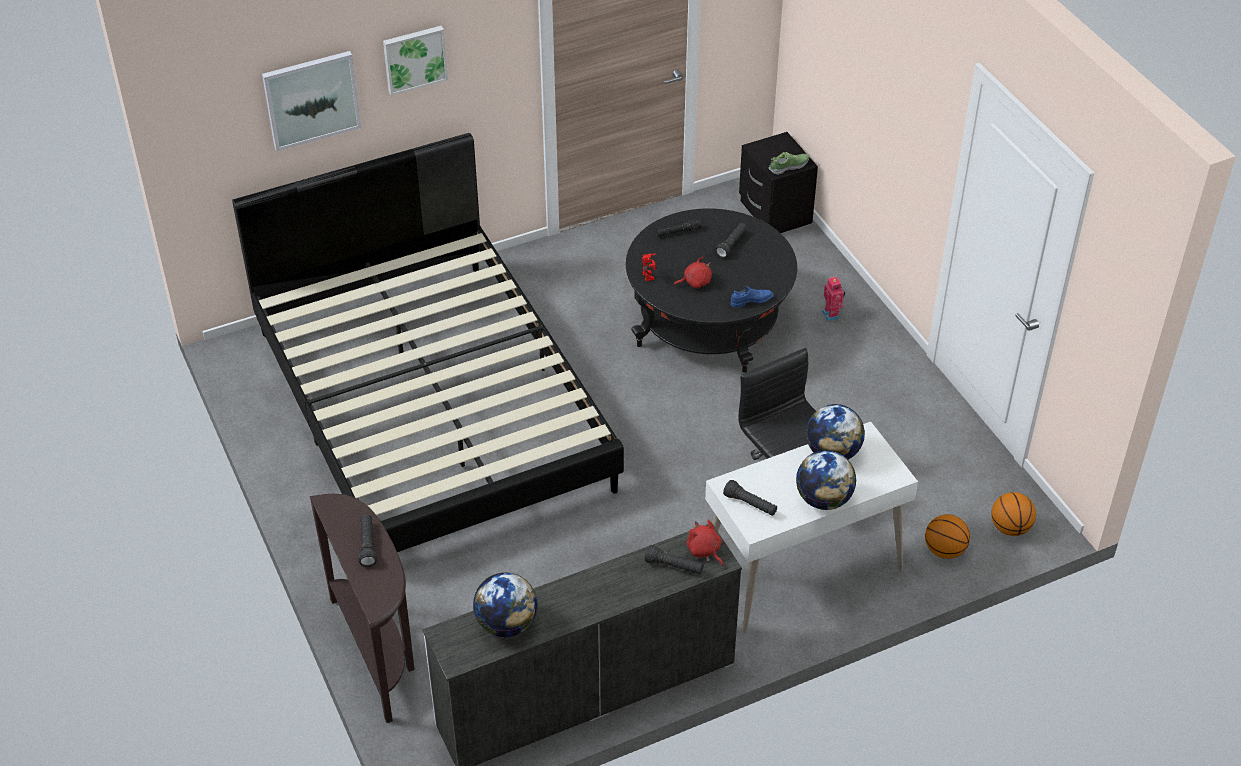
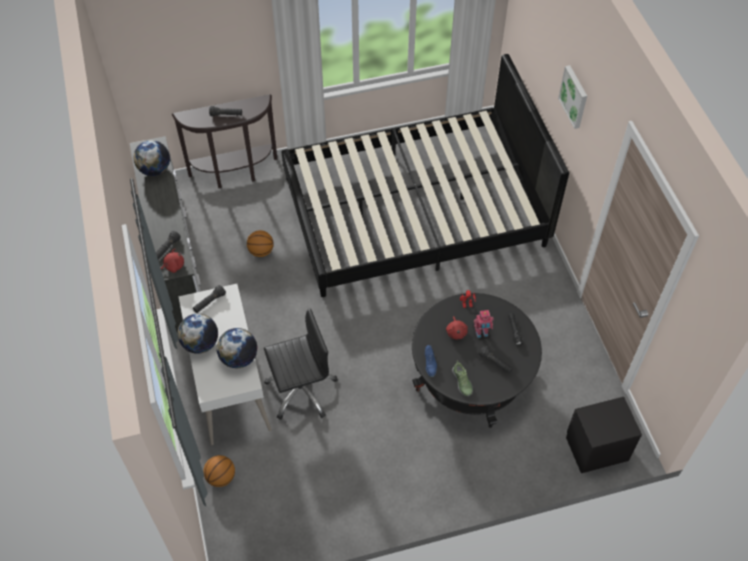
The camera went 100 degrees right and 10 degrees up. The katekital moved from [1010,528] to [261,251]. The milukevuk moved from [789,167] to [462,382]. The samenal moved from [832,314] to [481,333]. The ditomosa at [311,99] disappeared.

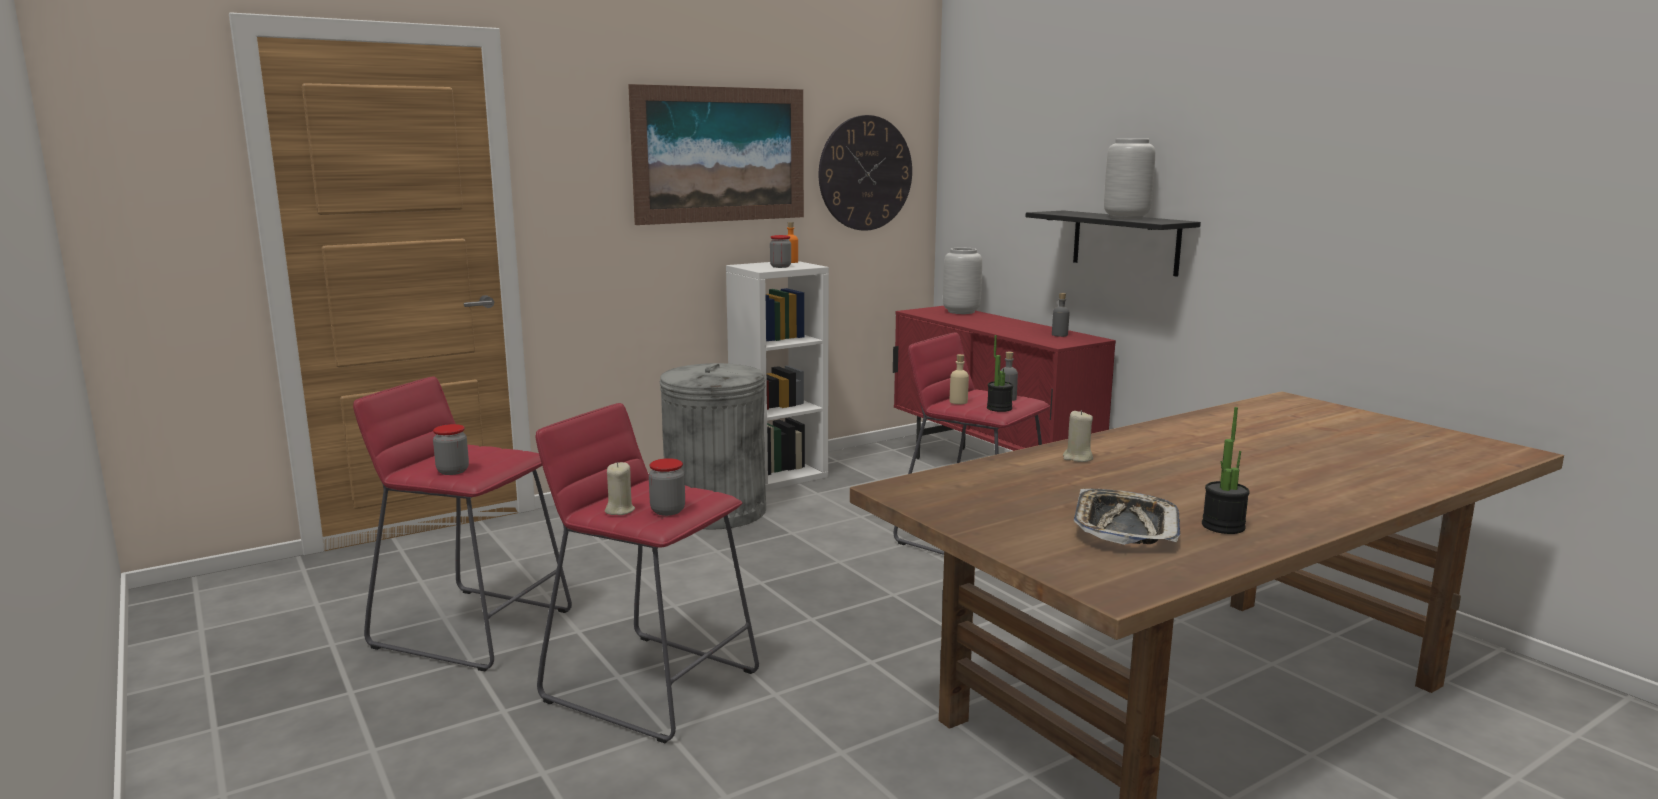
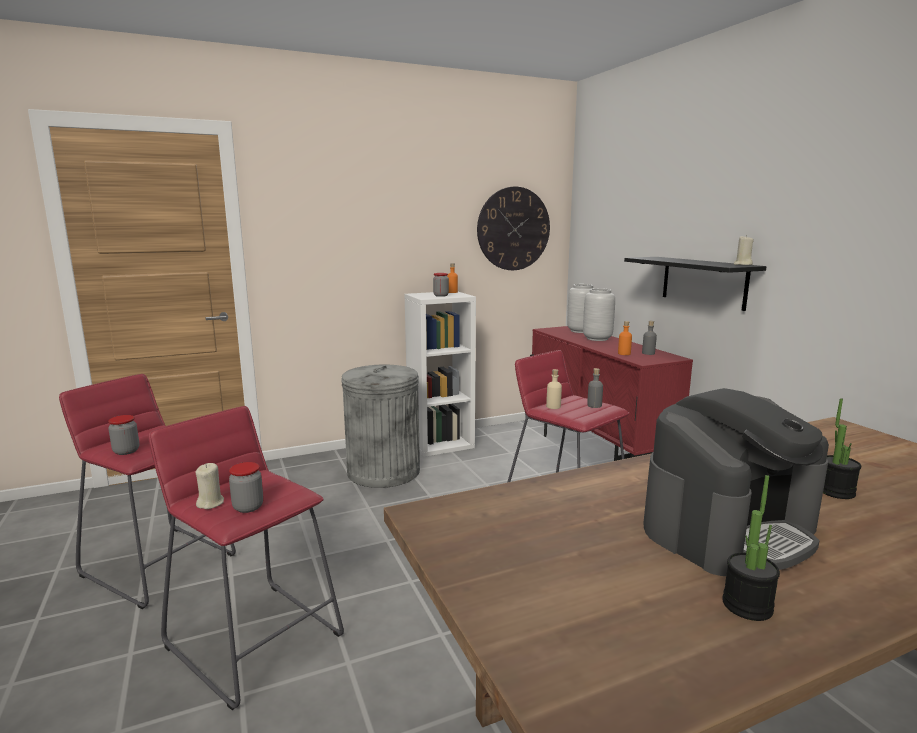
The camera went 10 degrees right and 0 degrees up. The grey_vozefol moved from [1127,217] to [597,339]. The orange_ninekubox at [624,353] appeared. The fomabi at [728,528] appeared. The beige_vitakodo moved from [1077,458] to [742,264]. The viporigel moved from [999,408] to [836,491]. The ditomosa at [720,155] disappeared. The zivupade at [1124,527] disappeared.

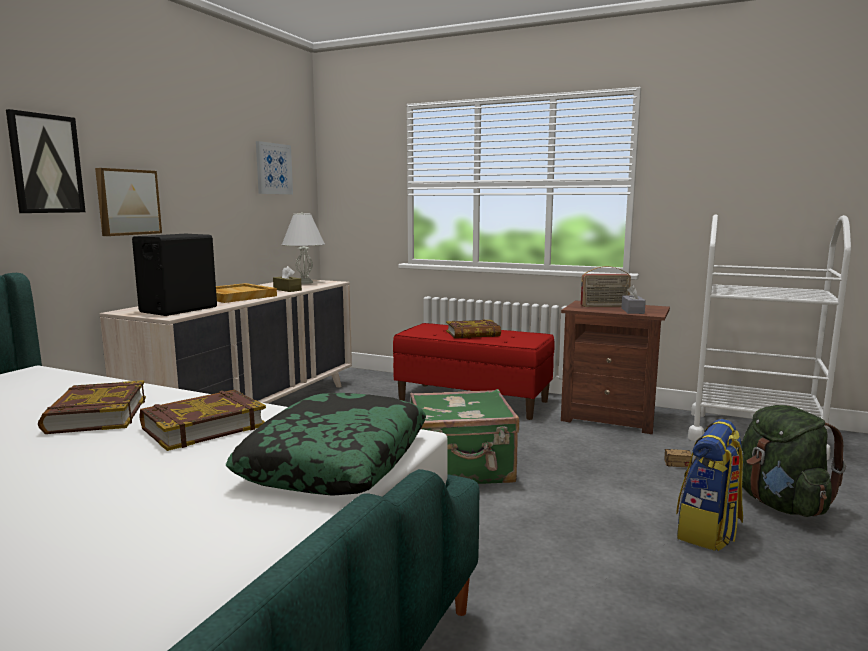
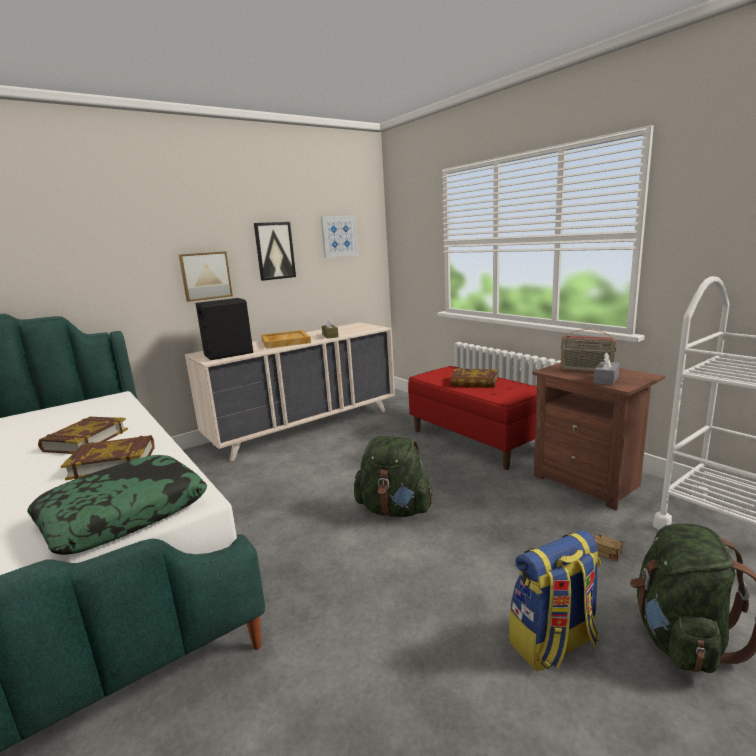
The camera went 30 degrees right and 5 degrees up. The ditomosa moved from [46,164] to [274,251]. The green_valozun at [462,469] was replaced by the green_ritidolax at [394,510]. The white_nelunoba at [305,282] disappeared.

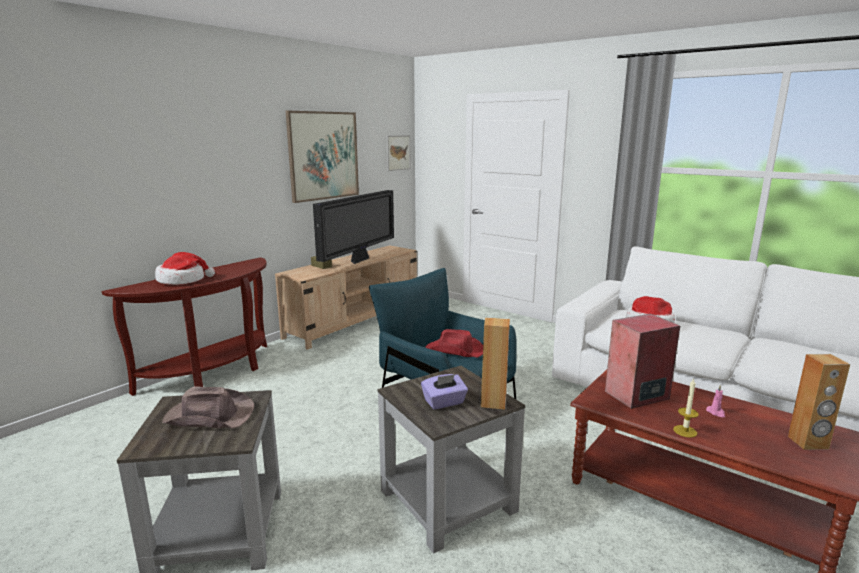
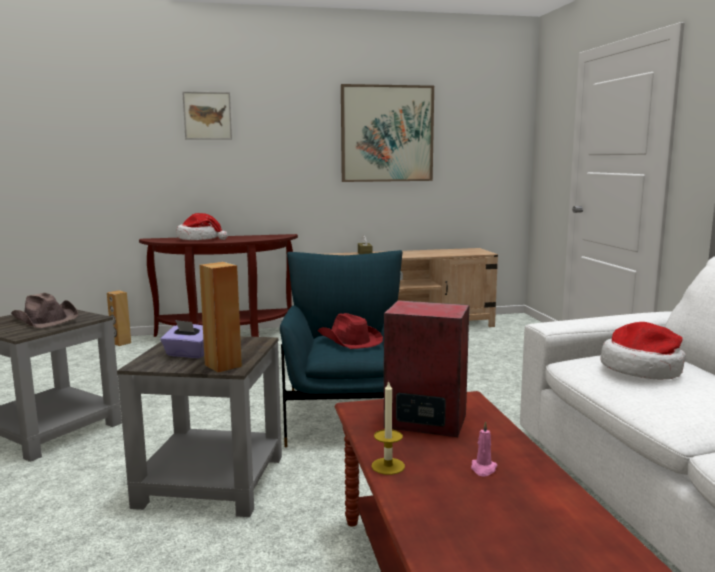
The camera went 40 degrees right and 5 degrees down. The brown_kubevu moved from [808,443] to [121,343]. The ditomosa moved from [398,152] to [207,115]. The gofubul at [360,260] disappeared.

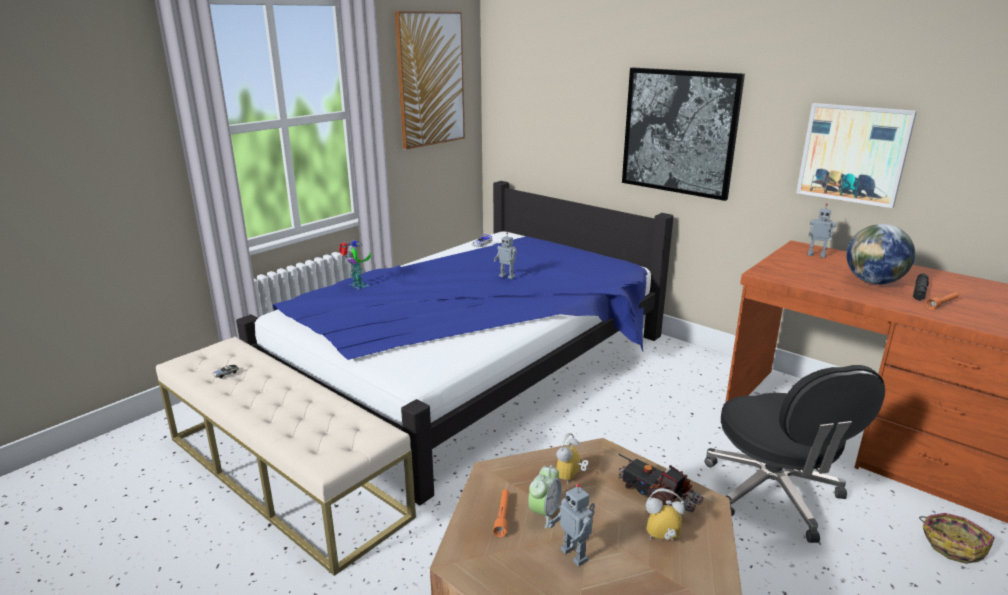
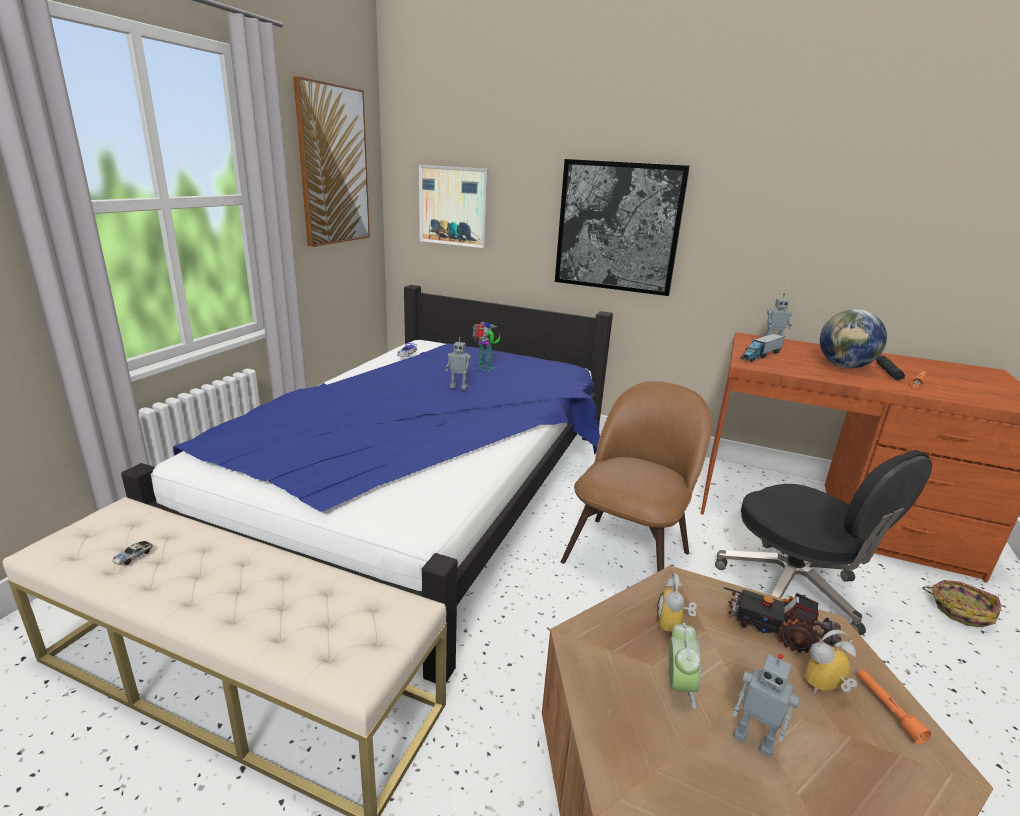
The camera went 20 degrees left and 0 degrees up. The ditomosa moved from [853,154] to [454,206]. The samenal moved from [357,286] to [485,369]. The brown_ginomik at [628,554] appeared. The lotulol at [760,355] appeared. The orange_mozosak moved from [502,516] to [887,710].

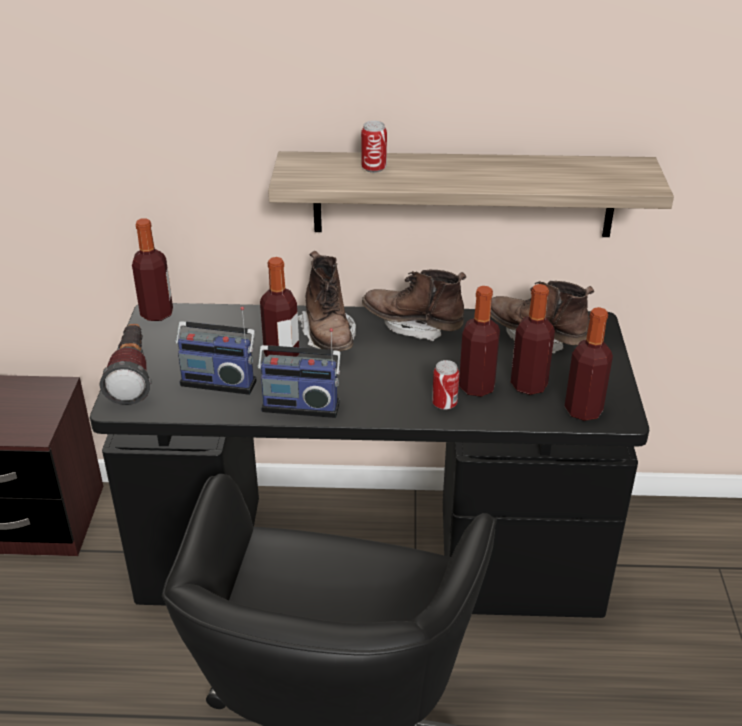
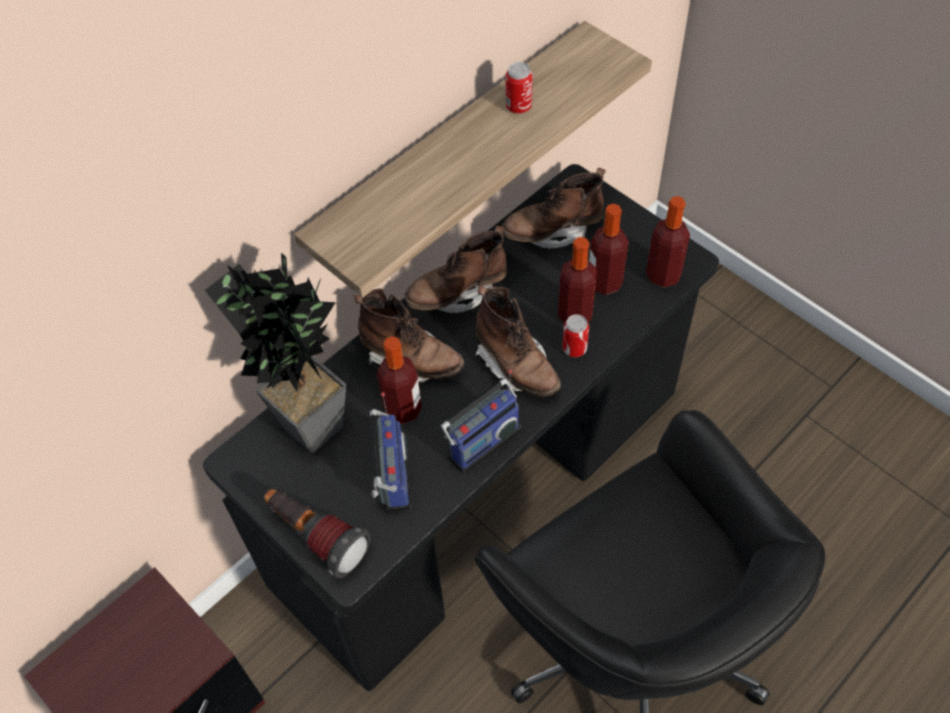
The camera went 45 degrees left and 20 degrees up. The viporigel at [311,417] appeared. The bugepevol at [219,381] turned 60 degrees counterclockwise. The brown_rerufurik at [516,365] appeared. The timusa moved from [374,168] to [518,107]. The ninekubox at [157,313] disappeared.

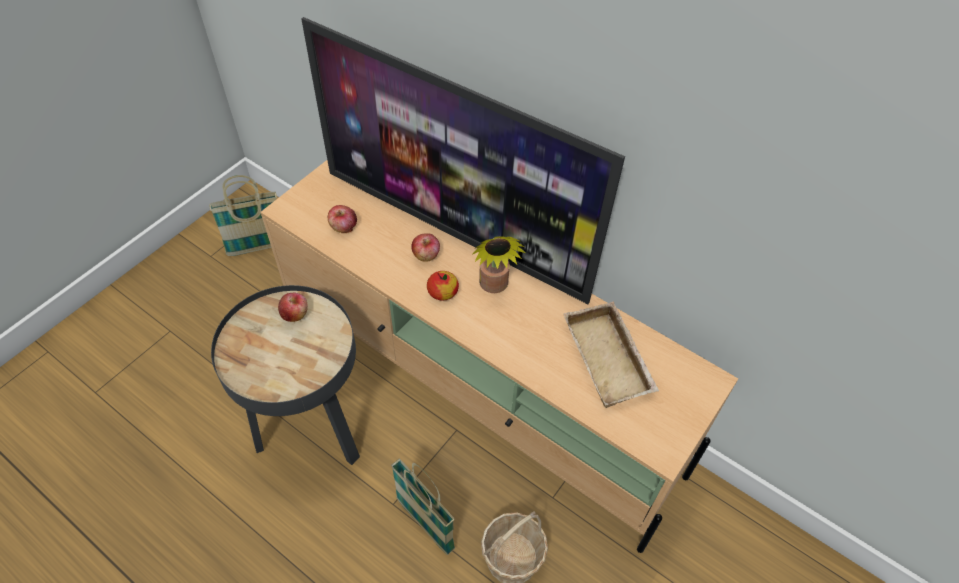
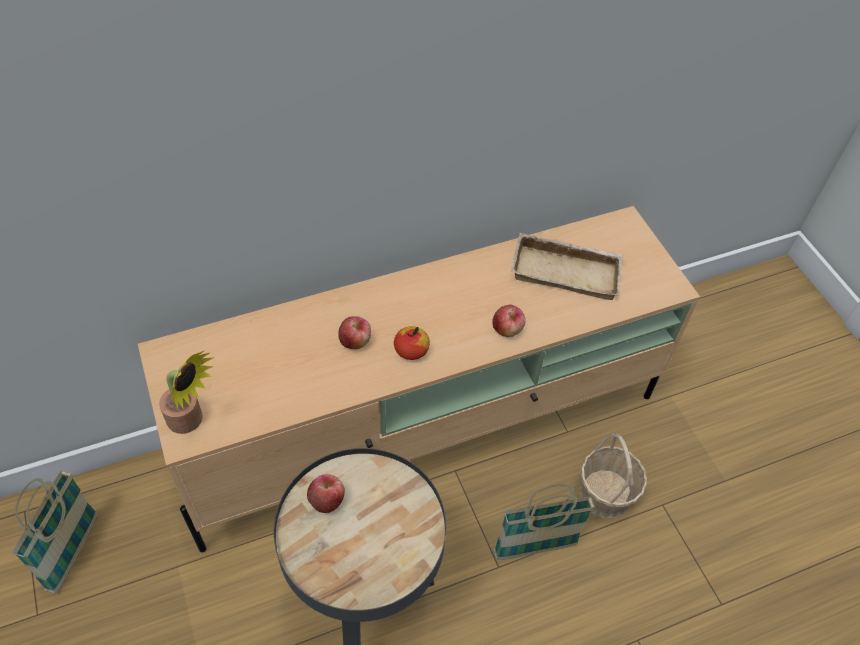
The camera went 60 degrees left and 0 degrees up. The viporigel moved from [494,287] to [191,421]. The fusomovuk moved from [343,227] to [507,329]. The gofubul at [455,232] disappeared.

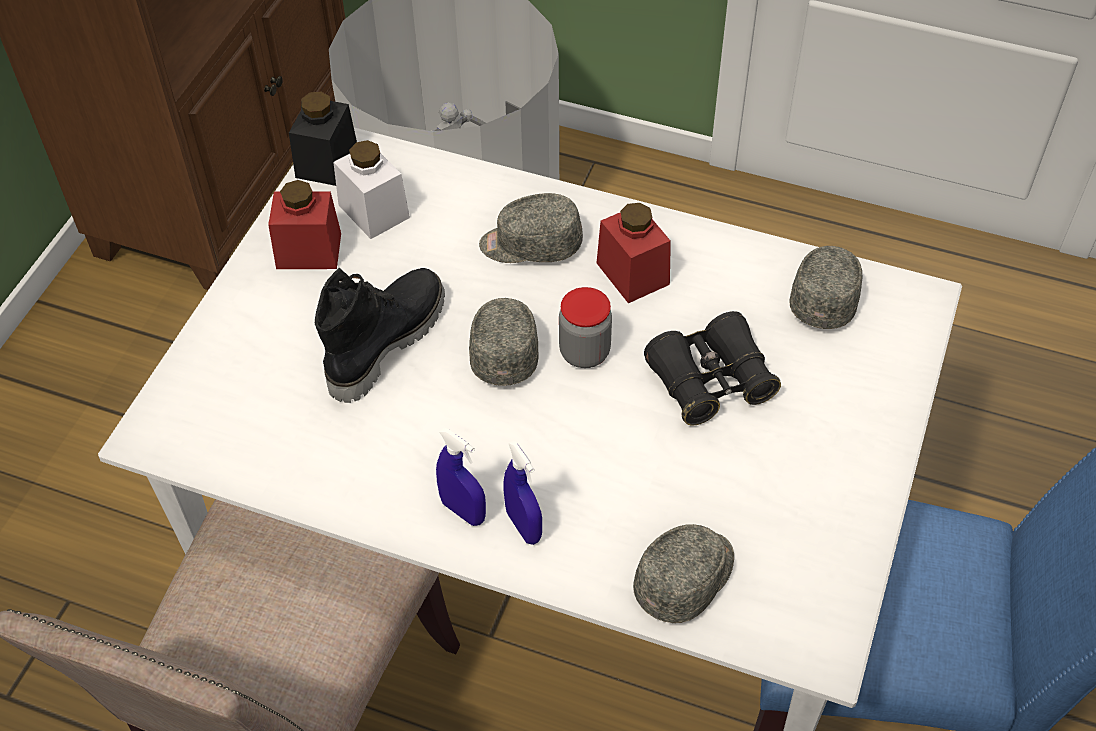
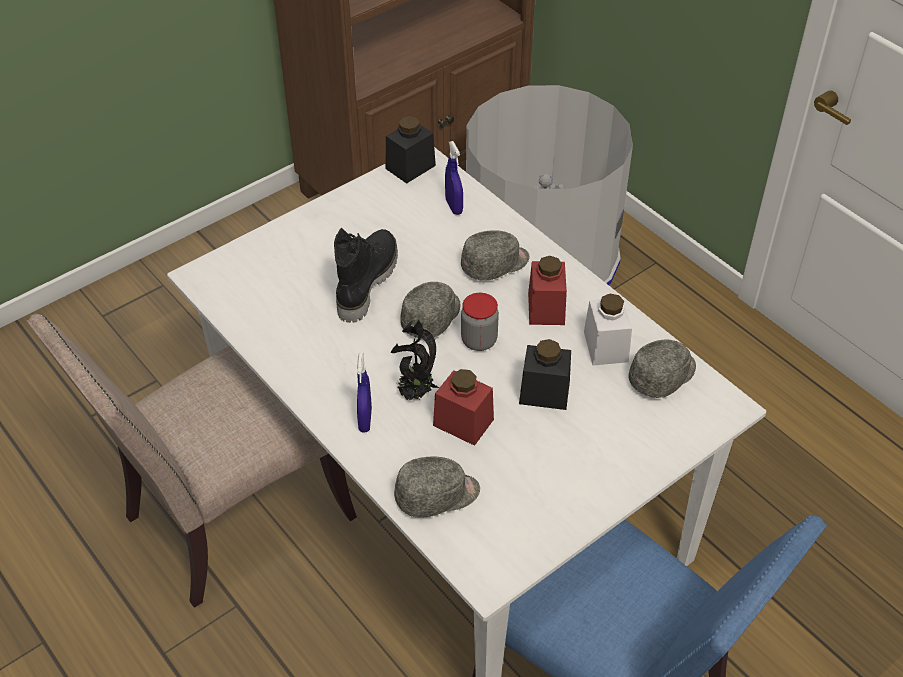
The camera went 30 degrees right and 5 degrees down. The black_rerufurik at [385,342] turned 45 degrees counterclockwise. The viporigel at [415,394] appeared. The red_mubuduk moved from [309,251] to [463,422]. The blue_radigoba moved from [463,511] to [454,206]. The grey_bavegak at [530,244] turned 120 degrees clockwise. The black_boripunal at [710,381] was replaced by the black_mubuduk at [544,392]. The white_mubuduk moved from [374,211] to [605,346].

